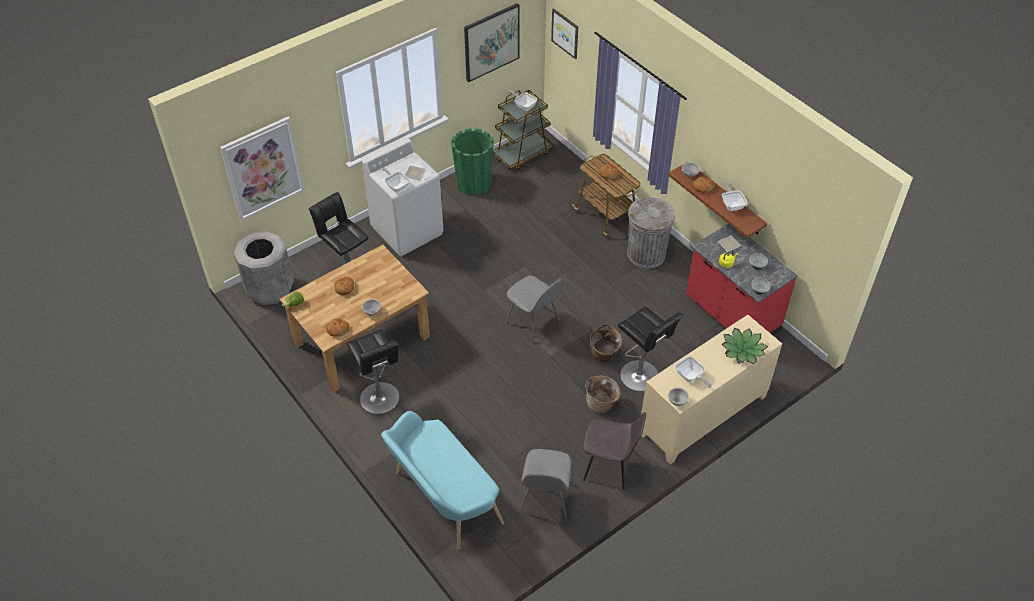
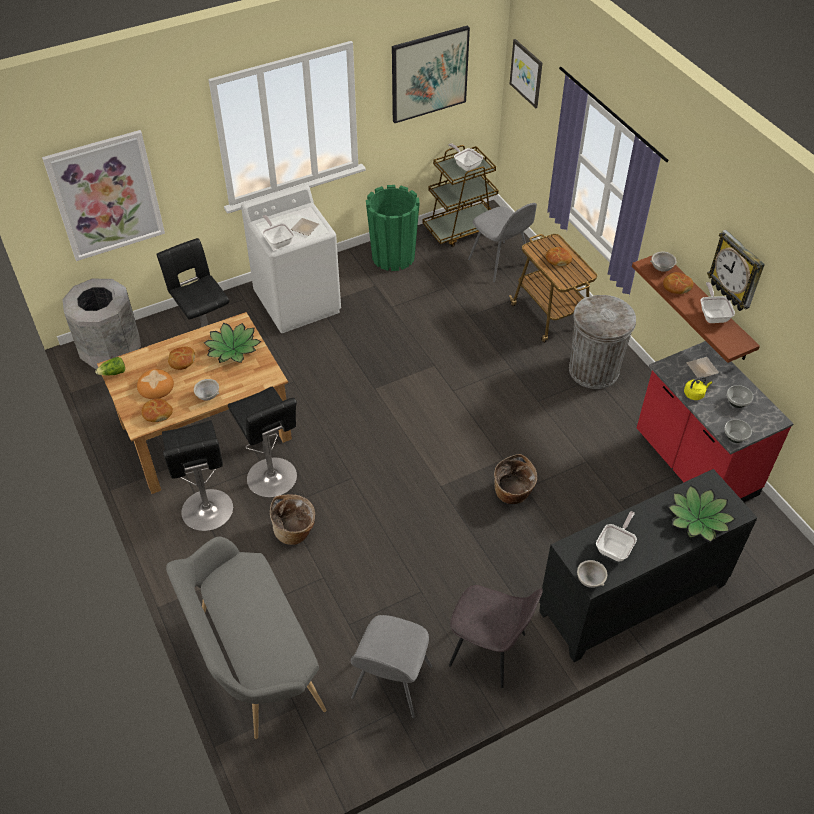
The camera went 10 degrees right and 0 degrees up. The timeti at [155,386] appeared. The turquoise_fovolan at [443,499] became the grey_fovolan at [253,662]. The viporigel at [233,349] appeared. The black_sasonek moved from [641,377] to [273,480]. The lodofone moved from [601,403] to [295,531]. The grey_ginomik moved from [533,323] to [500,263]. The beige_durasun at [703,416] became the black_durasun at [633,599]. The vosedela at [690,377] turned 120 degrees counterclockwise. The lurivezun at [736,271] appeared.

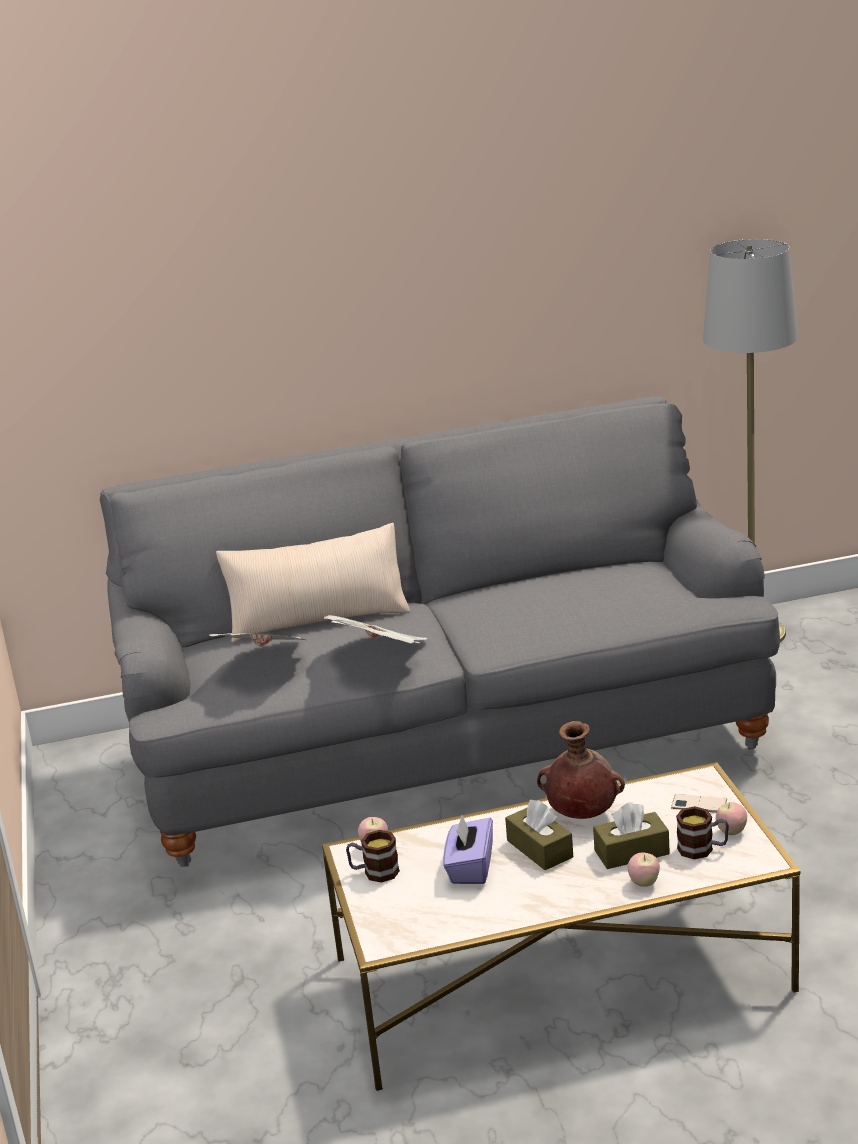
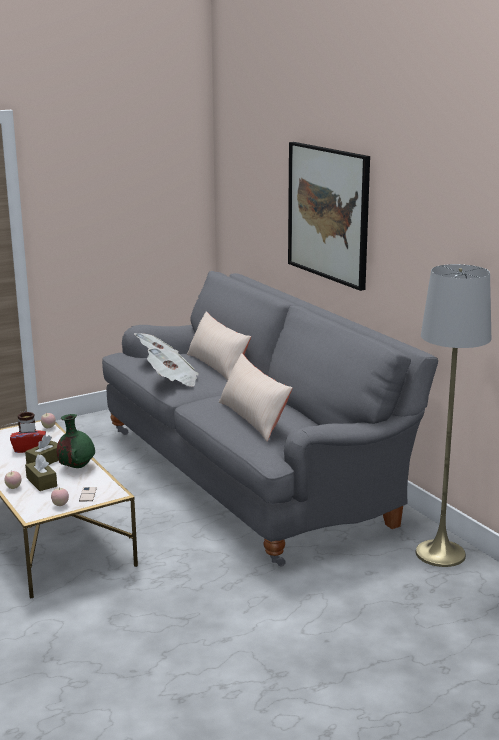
The camera went 70 degrees right and 5 degrees down. The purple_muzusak at [470,868] became the red_muzusak at [29,448]. The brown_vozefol at [581,814] became the green_vozefol at [77,467]. The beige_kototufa at [253,418] appeared. The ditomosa at [328,213] appeared. The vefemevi at [703,849] disappeared.

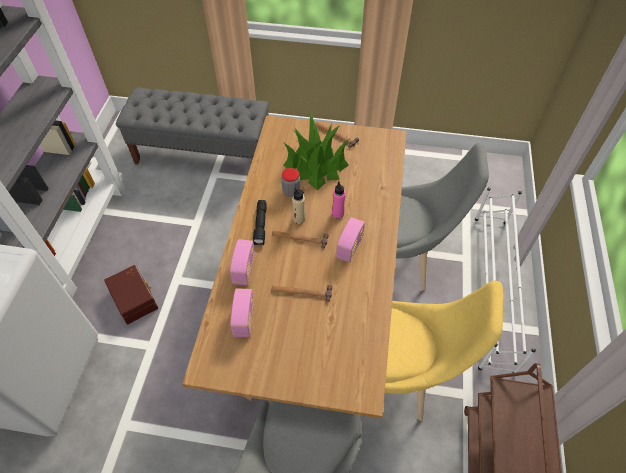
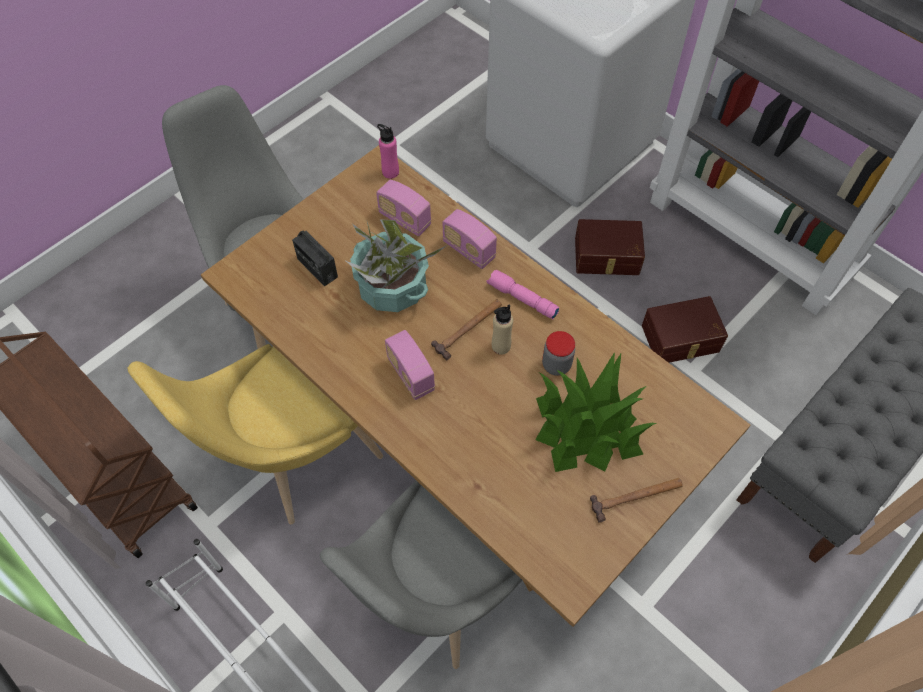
The camera went 125 degrees right and 5 degrees up. The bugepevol at [317,268] appeared. The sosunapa at [301,292] was replaced by the viporigel at [392,287]. The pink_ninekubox moved from [338,213] to [390,172]. The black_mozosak at [261,226] became the pink_mozosak at [521,299]. The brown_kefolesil at [681,339] appeared.

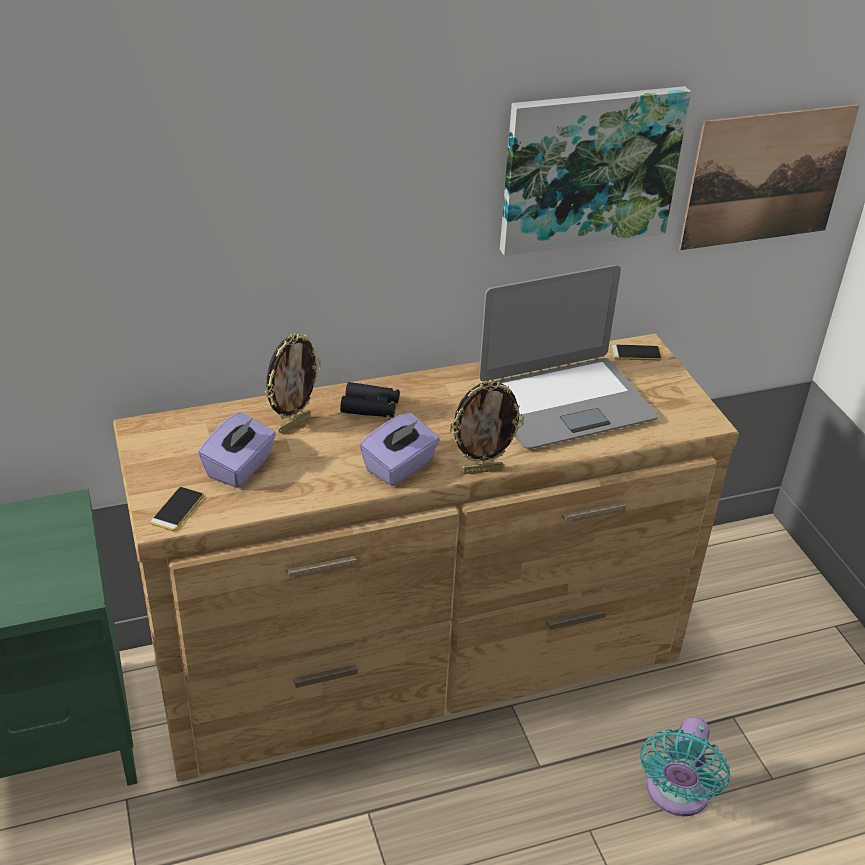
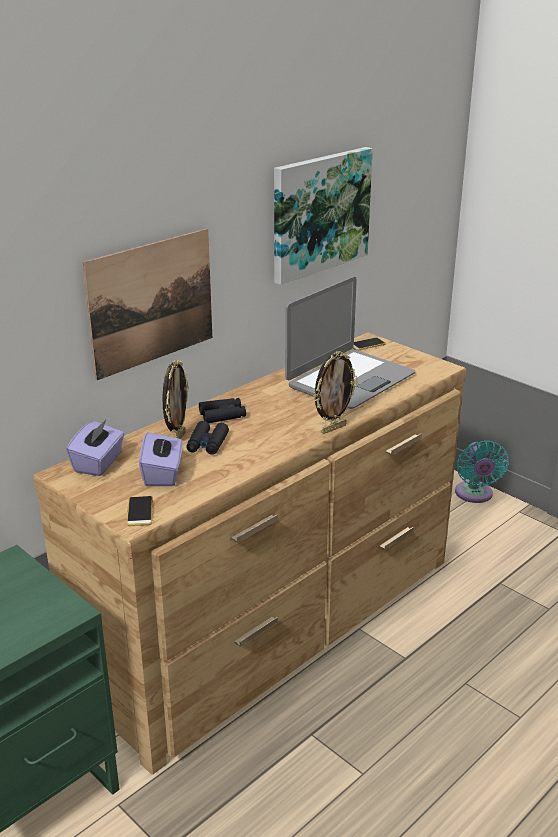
The camera went 25 degrees left and 10 degrees down. The purple_muzusak moved from [400,467] to [99,463]. The ditomosa moved from [766,177] to [151,302]. The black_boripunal at [207,444] appeared. The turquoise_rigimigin moved from [676,795] to [474,495].

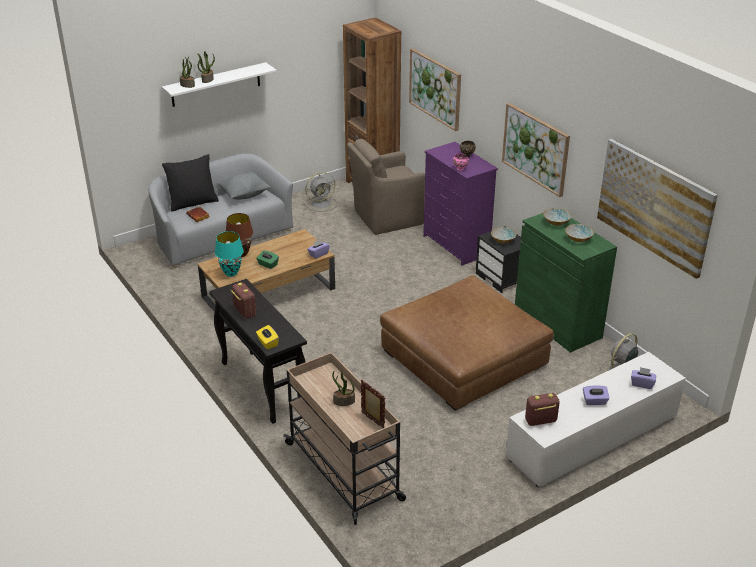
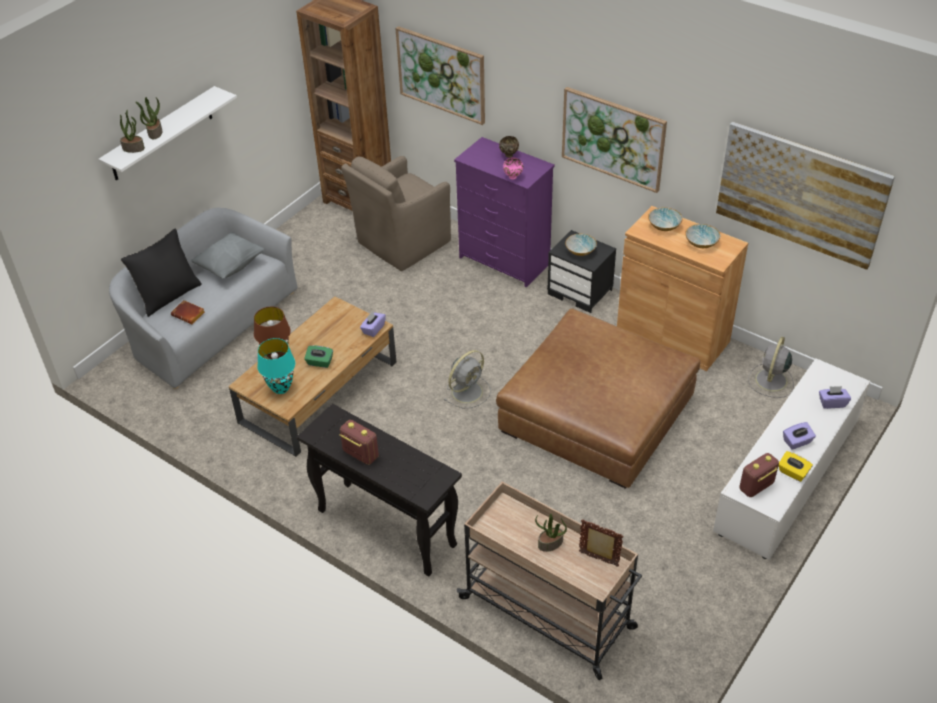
The camera went 20 degrees left and 10 degrees up. The grey_rigimigin moved from [322,204] to [468,391]. The green_durasun at [557,323] became the brown_durasun at [672,336]. The yellow_muzusak moved from [267,343] to [792,472].

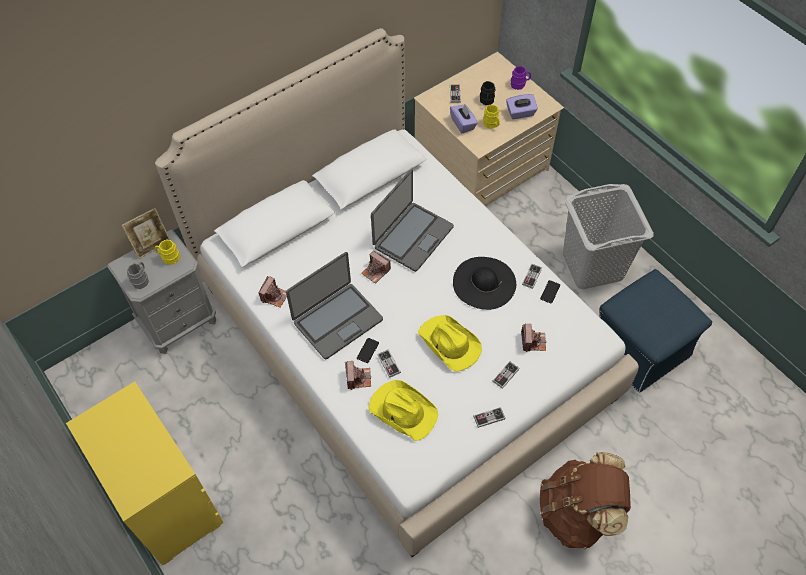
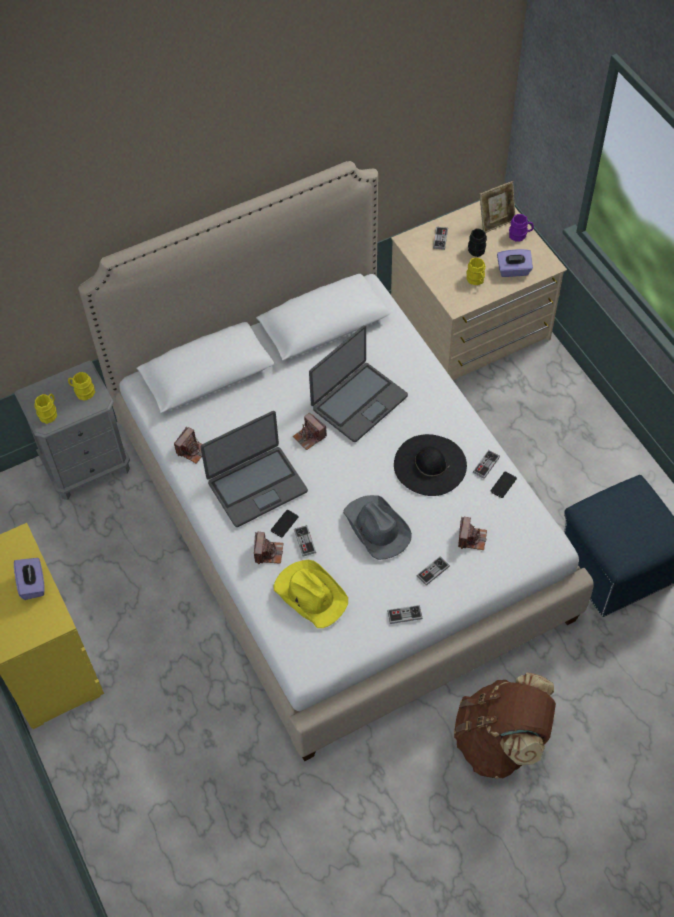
The camera went 10 degrees right and 0 degrees up. The purple_muzusak moved from [463,124] to [33,584]. The grey_vefemevi at [141,279] became the yellow_vefemevi at [49,413]. The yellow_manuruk at [449,344] became the grey_manuruk at [376,528]. The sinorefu moved from [152,245] to [496,222]. The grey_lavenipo at [592,266] disappeared.

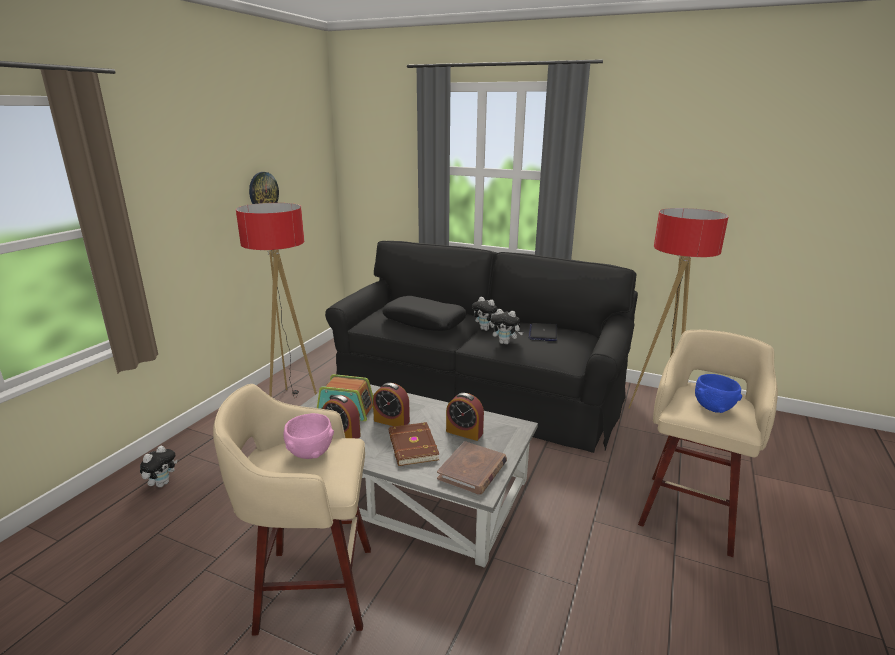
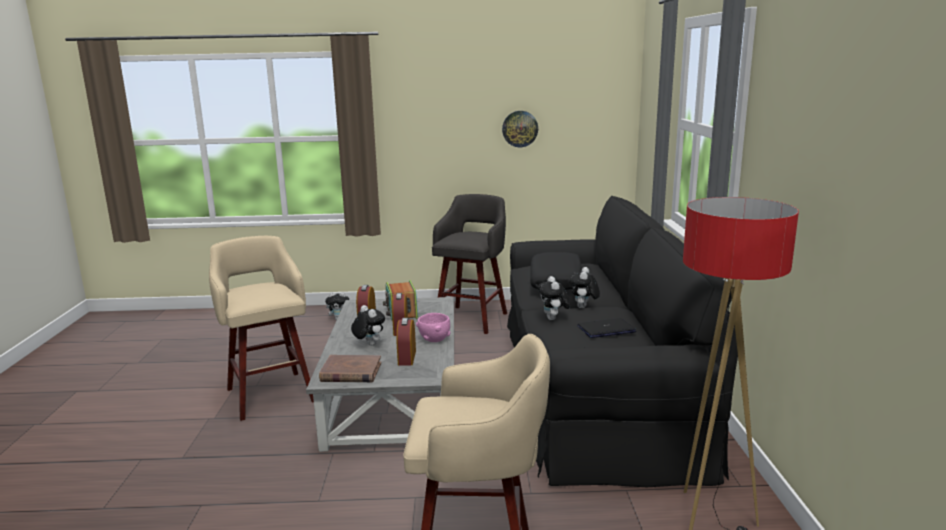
The camera went 65 degrees right and 5 degrees down. The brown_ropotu at [412,446] was replaced by the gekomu at [369,344]. The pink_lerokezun moved from [310,453] to [434,339]. The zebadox at [291,401] was replaced by the grey_sasonek at [472,318]. The blue_lerokezun at [713,408] disappeared.

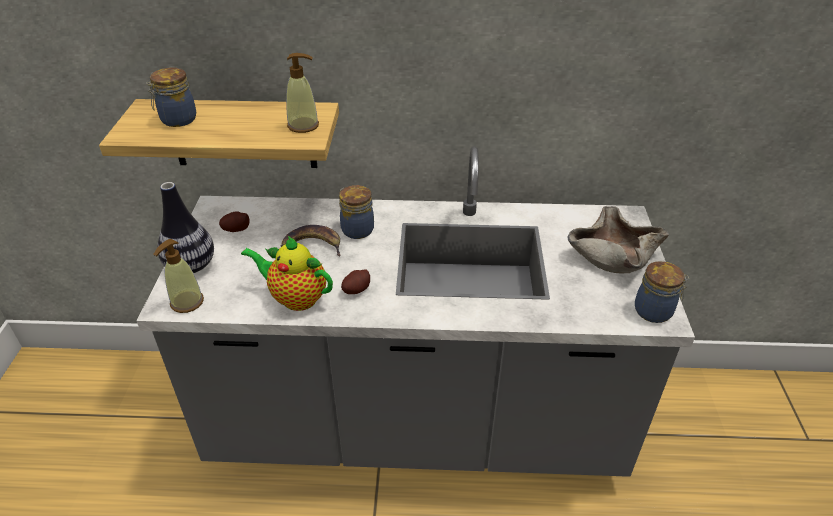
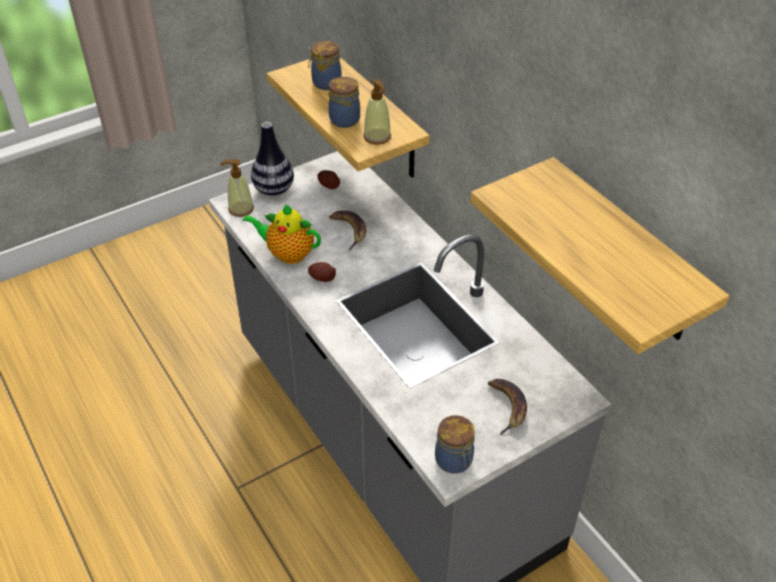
The camera went 55 degrees right and 5 degrees up. The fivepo at [295,298] turned 60 degrees counterclockwise. The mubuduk moved from [356,229] to [345,119]. The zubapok at [626,254] appeared. The beige_lerokezun at [612,255] was replaced by the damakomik at [507,407].

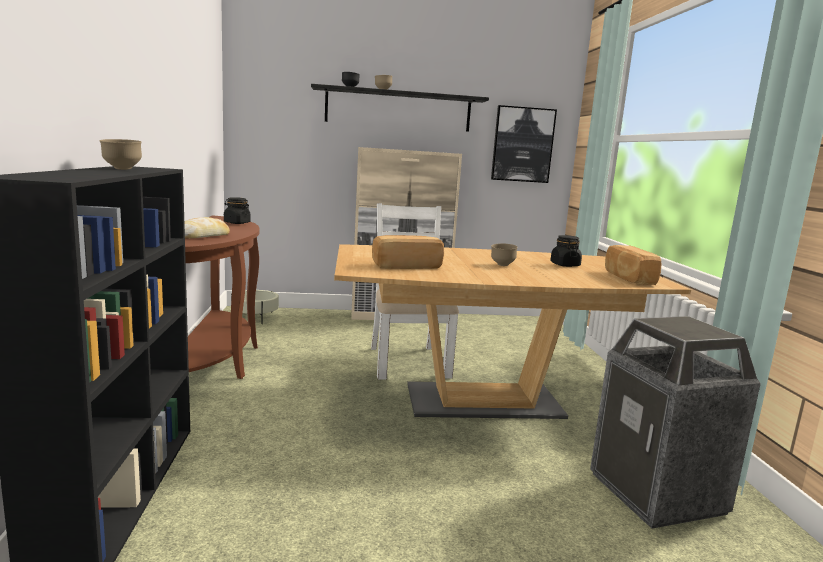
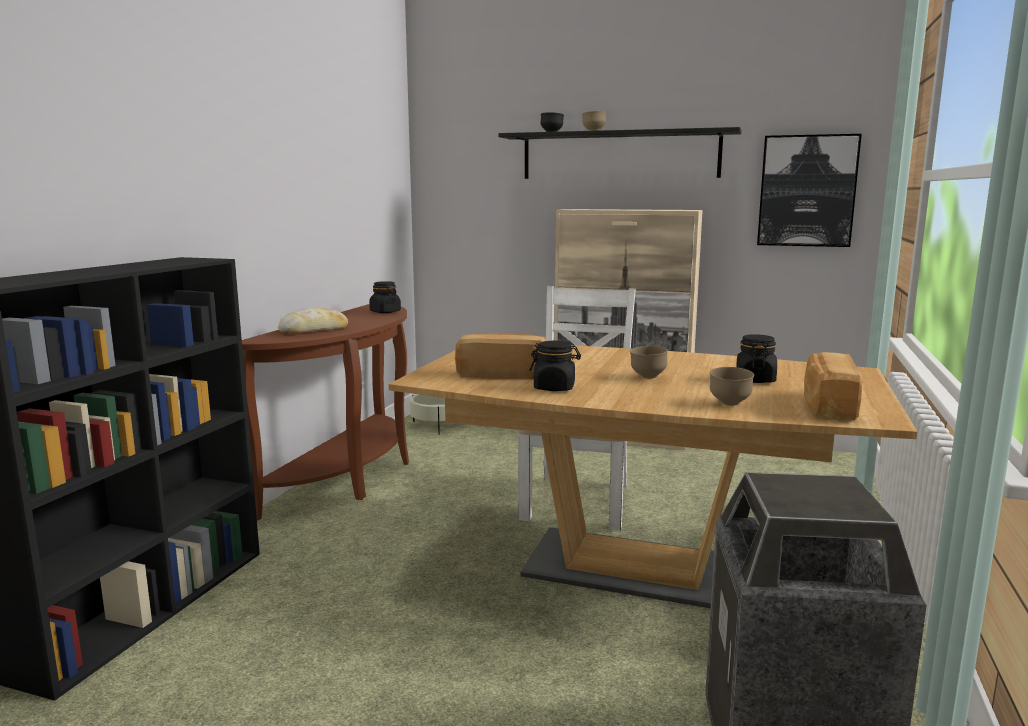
The camera went 25 degrees right and 0 degrees up. The black_mubuduk at [554,388] appeared. The brown_lerokezun moved from [122,169] to [729,404].

